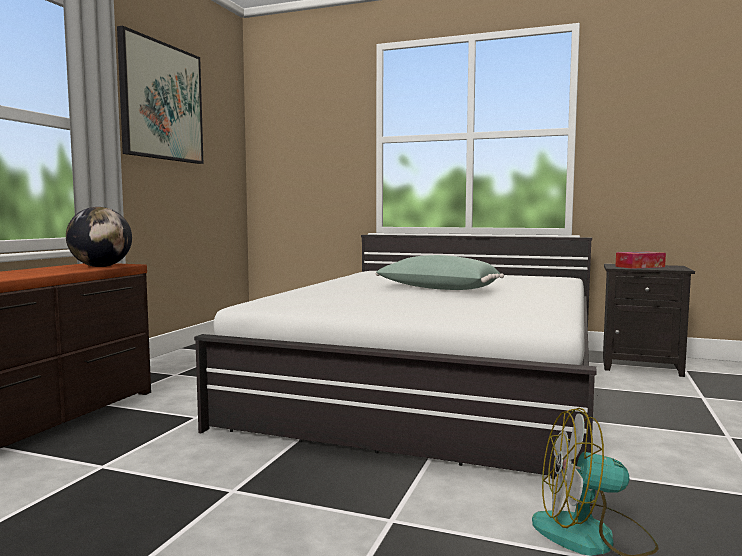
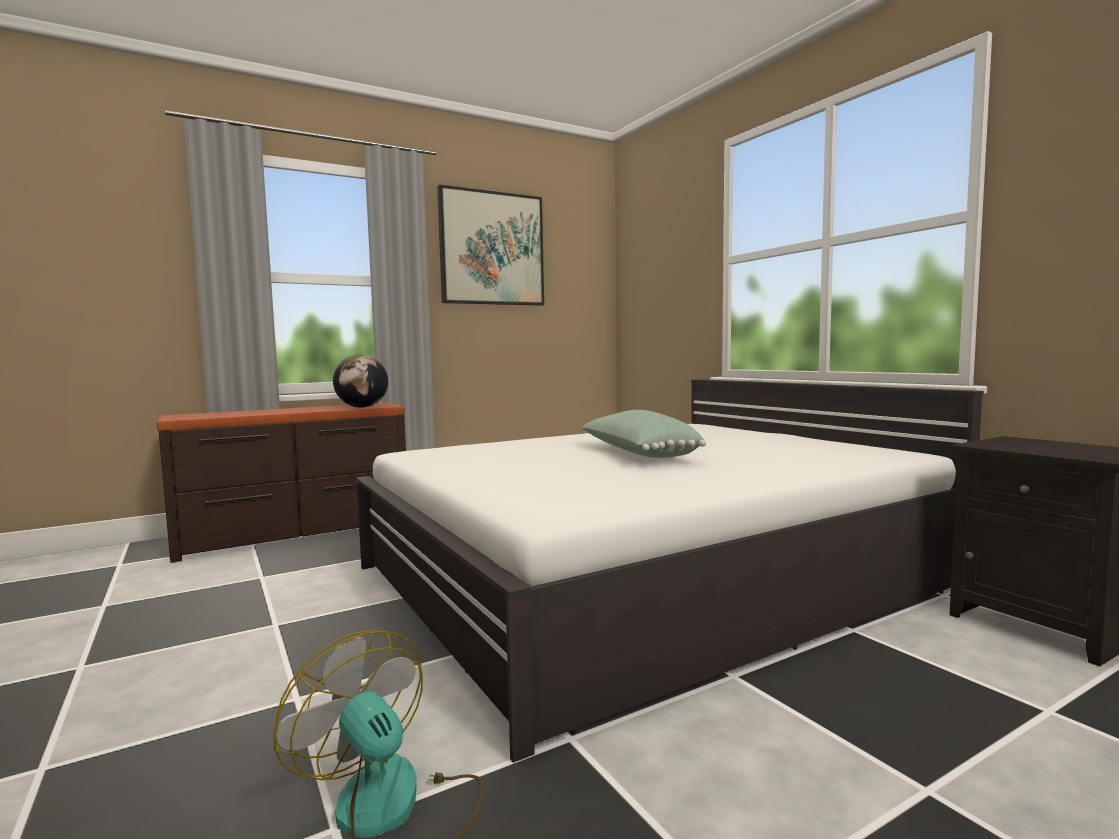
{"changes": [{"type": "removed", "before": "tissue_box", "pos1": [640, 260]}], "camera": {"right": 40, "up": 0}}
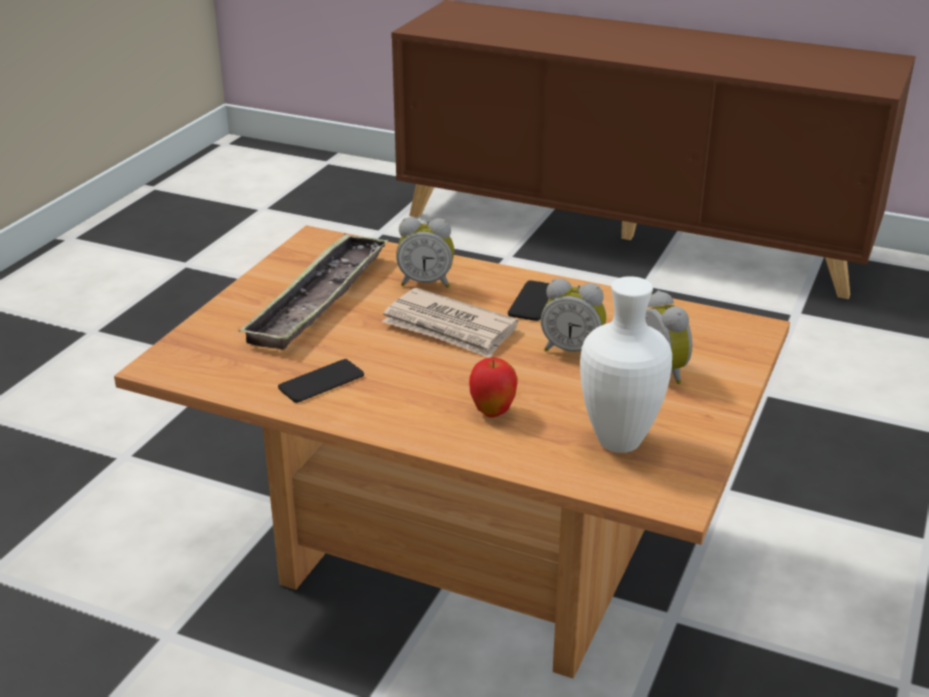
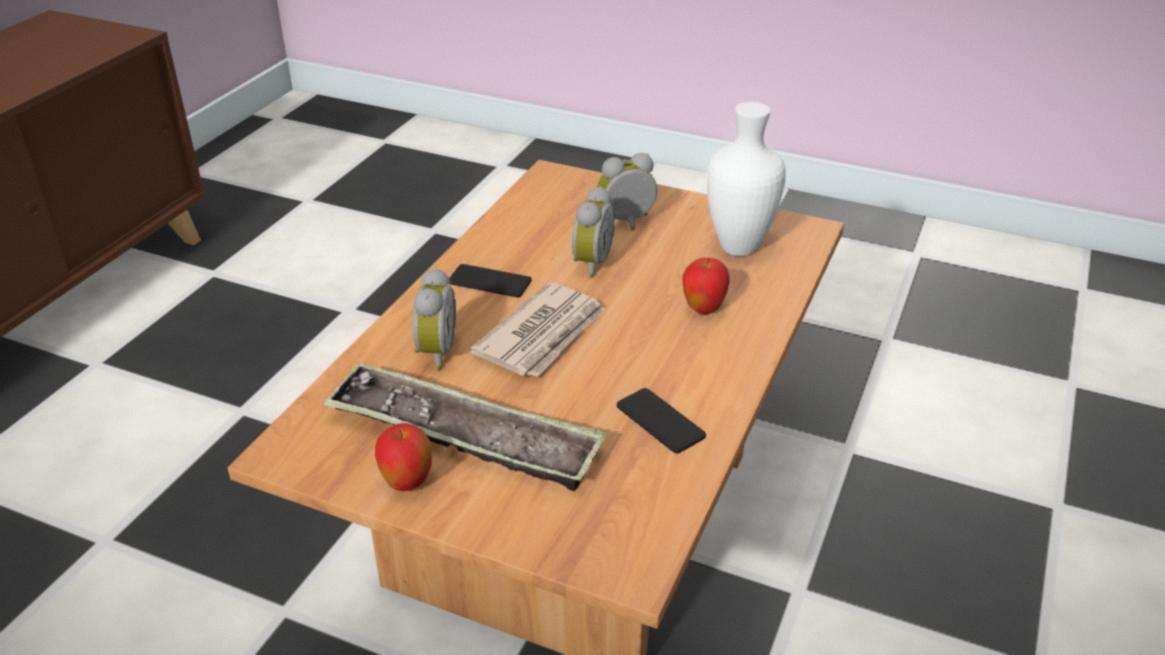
{"changes": [{"type": "added", "after": "apple", "pos2": [403, 457]}], "camera": {"right": -90, "up": 5}}
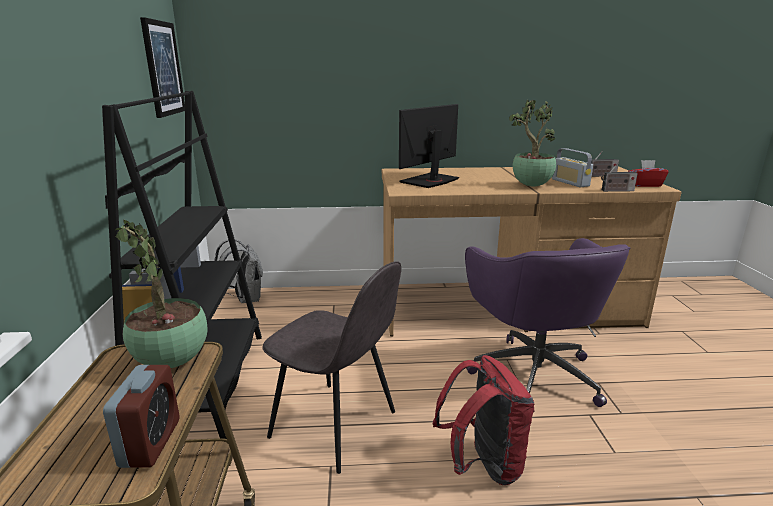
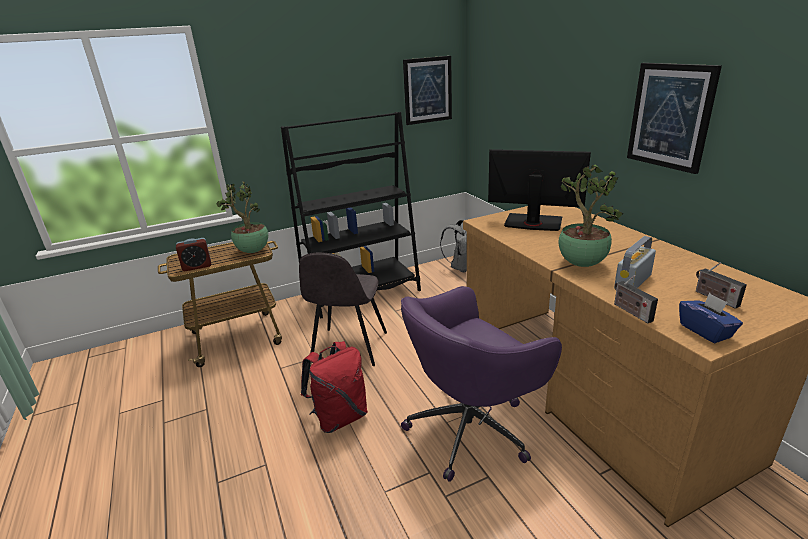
{"changes": [{"type": "added", "after": "picture", "pos2": [674, 118]}, {"type": "recoloured", "before": "red_tissue_box", "after": "blue_tissue_box", "pos1": [648, 173], "pos2": [711, 318]}], "camera": {"right": 70, "up": 5}}
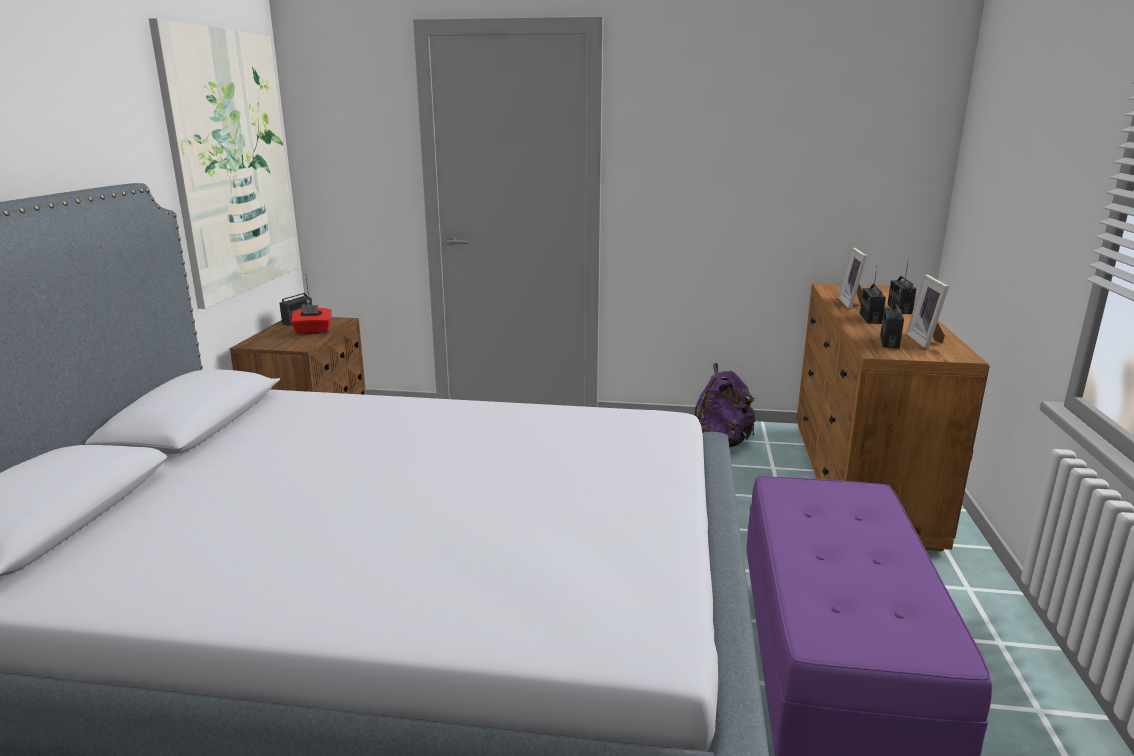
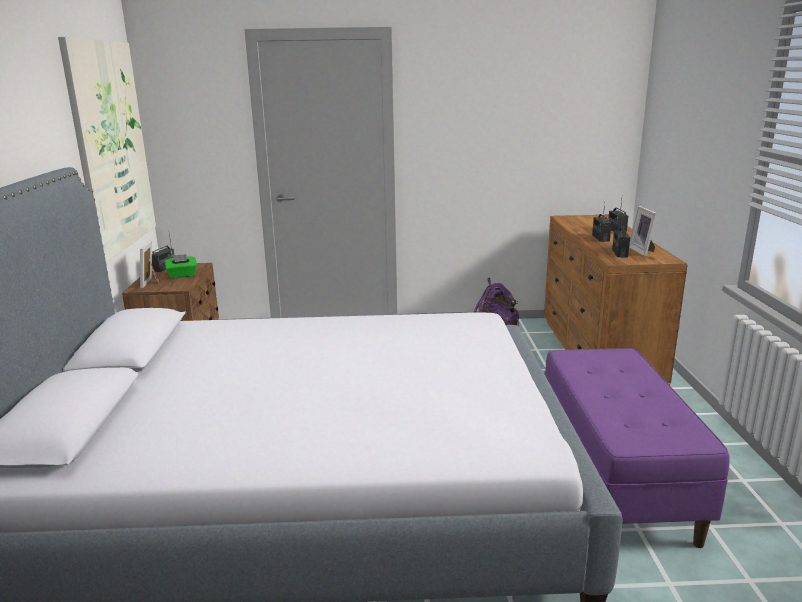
{"changes": [{"type": "moved", "before": "picture_frame", "pos1": [852, 278], "pos2": [149, 264]}, {"type": "recoloured", "before": "red_tissue_box", "after": "green_tissue_box", "pos1": [311, 320], "pos2": [181, 266]}], "camera": {"right": -10, "up": 0}}
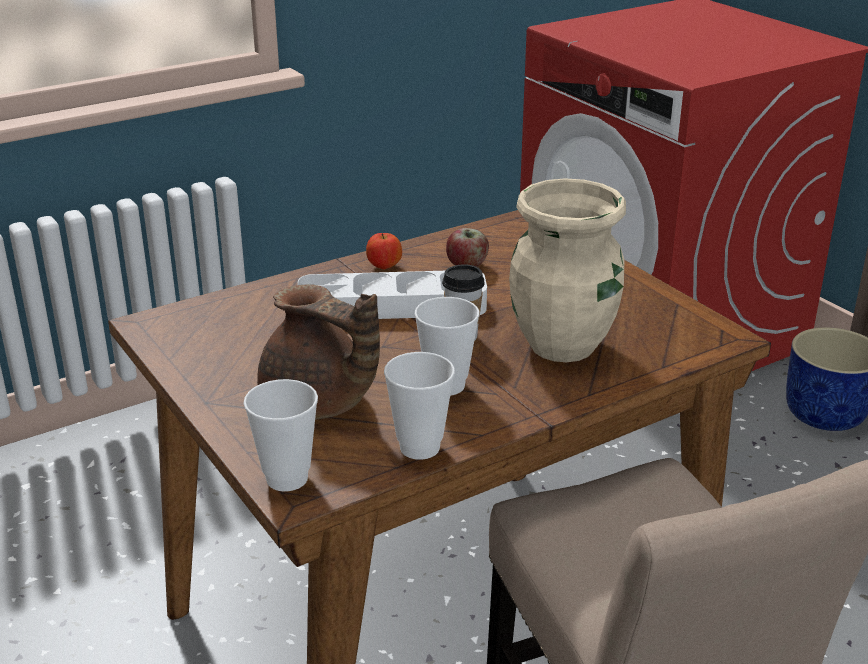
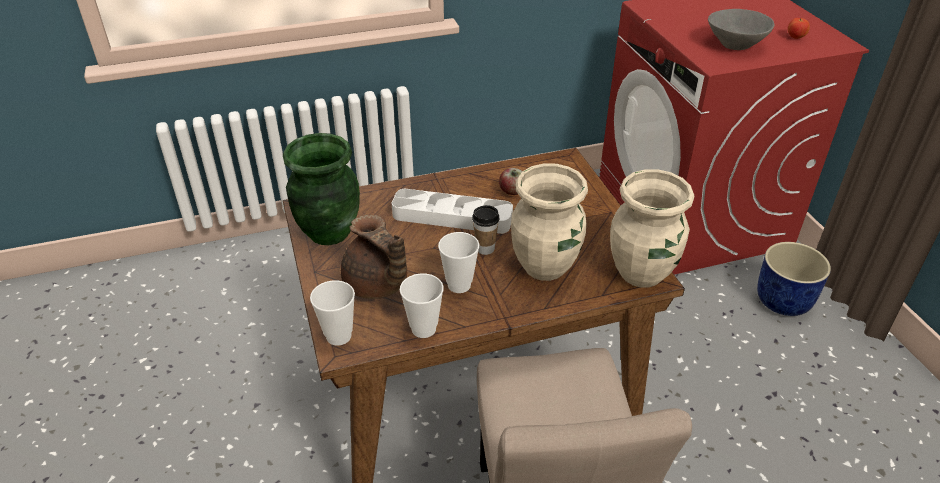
{"changes": [{"type": "added", "after": "green_vase", "pos2": [321, 189]}, {"type": "added", "after": "beige_vase", "pos2": [652, 228]}, {"type": "added", "after": "grey_bowl", "pos2": [741, 29]}, {"type": "moved", "before": "apple", "pos1": [384, 251], "pos2": [799, 28]}], "camera": {"right": 15, "up": 10}}
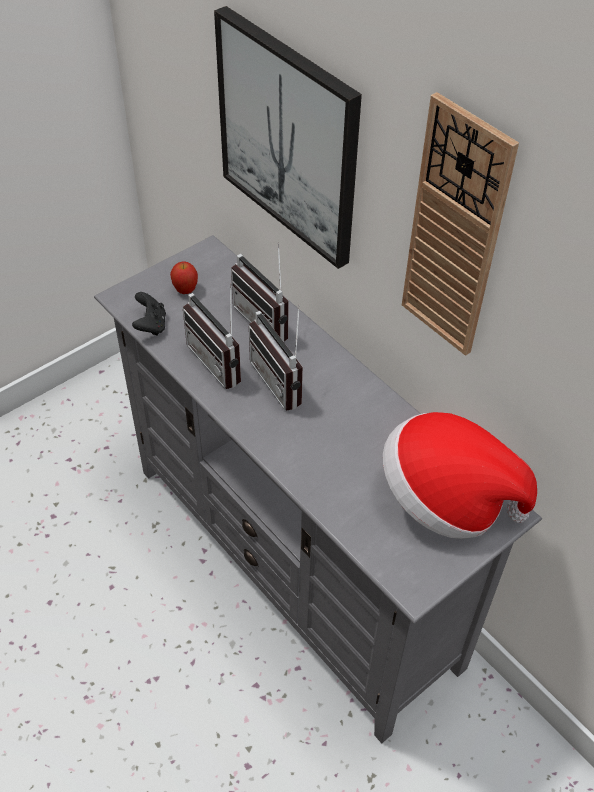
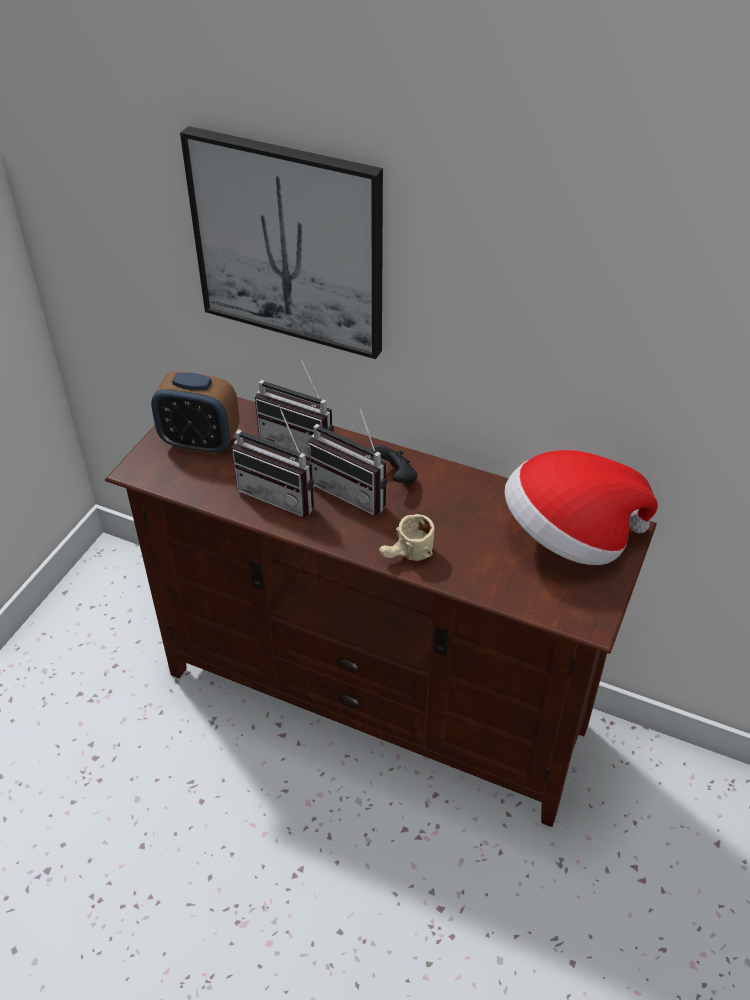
{"changes": [{"type": "recoloured", "before": "grey_tv_stand", "after": "brown_tv_stand", "pos1": [318, 489], "pos2": [381, 612]}, {"type": "replaced", "before": "apple", "after": "alarm_clock", "pos1": [184, 278], "pos2": [195, 413]}, {"type": "moved", "before": "black_game_controller", "pos1": [149, 314], "pos2": [395, 464]}, {"type": "added", "after": "beige_mug", "pos2": [407, 537]}, {"type": "removed", "before": "wall_clock", "pos1": [460, 224]}], "camera": {"right": -25, "up": -5}}
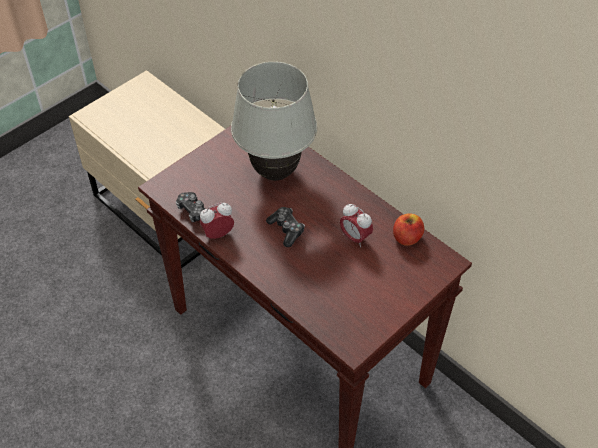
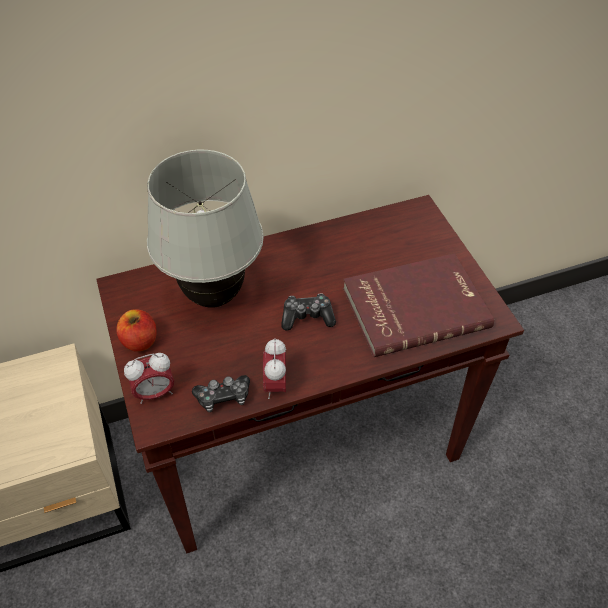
{"changes": [{"type": "moved", "before": "apple", "pos1": [408, 229], "pos2": [136, 330]}, {"type": "moved", "before": "alarm_clock", "pos1": [356, 225], "pos2": [149, 378]}, {"type": "added", "after": "red_book", "pos2": [418, 305]}], "camera": {"right": -65, "up": 0}}
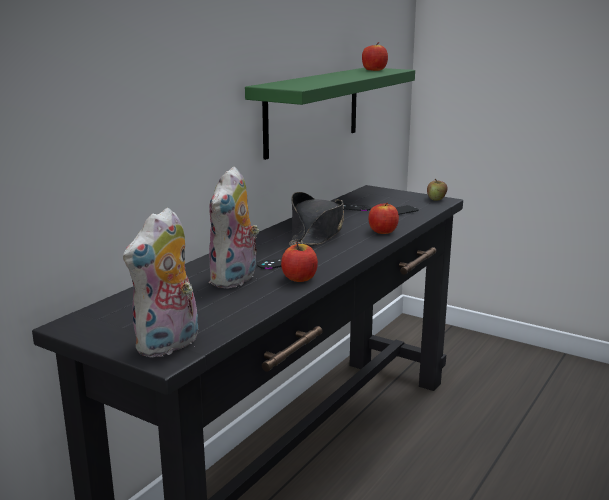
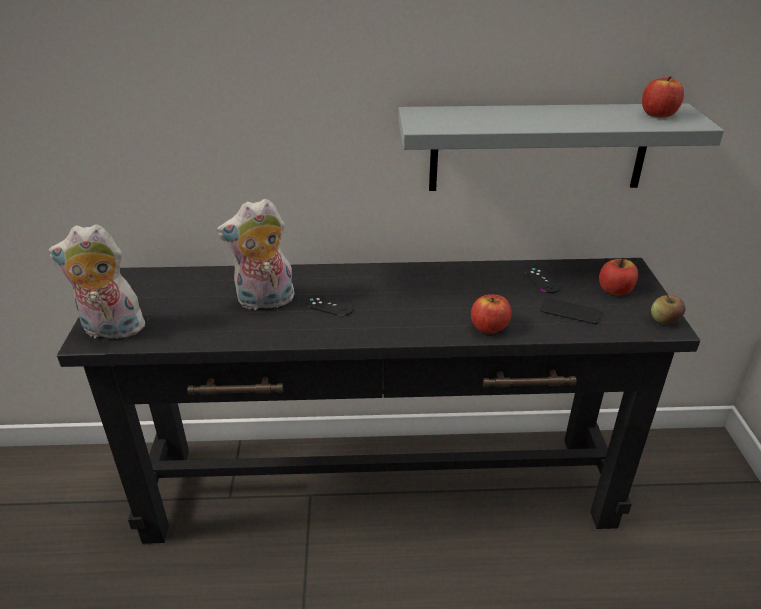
{"changes": [{"type": "recoloured", "before": "green_shelf", "after": "grey_shelf", "pos1": [330, 114], "pos2": [561, 147]}, {"type": "moved", "before": "apple", "pos1": [299, 262], "pos2": [618, 276]}, {"type": "removed", "before": "black_hat", "pos1": [316, 219]}], "camera": {"right": 55, "up": 15}}
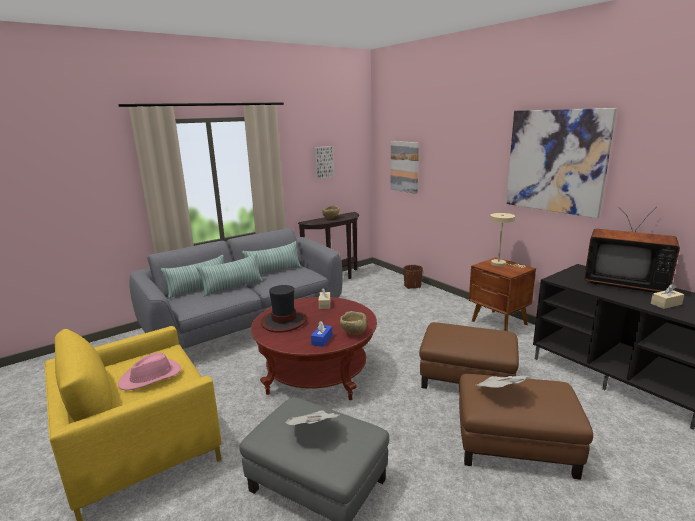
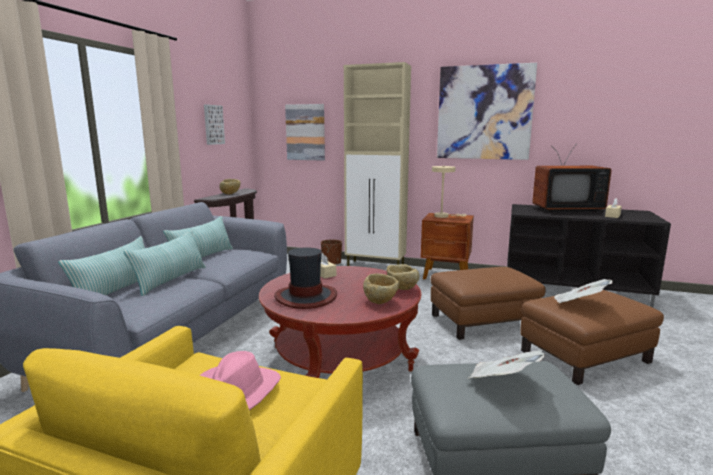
{"changes": [{"type": "added", "after": "beige_cabinet", "pos2": [377, 164]}, {"type": "replaced", "before": "blue_tissue_box", "after": "beige_bowl", "pos1": [321, 334], "pos2": [381, 289]}], "camera": {"right": -35, "up": -5}}
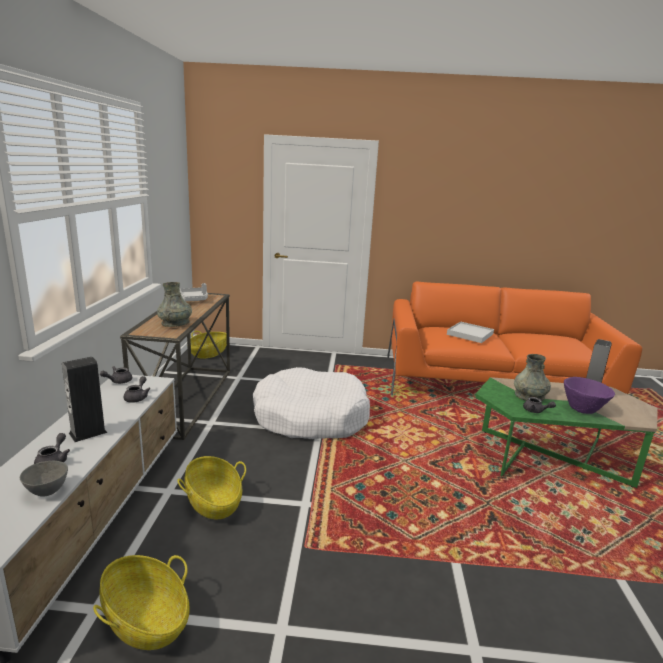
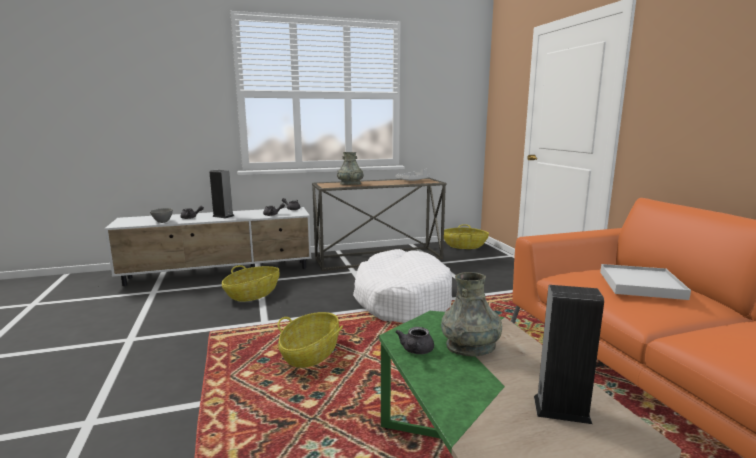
{"changes": [{"type": "moved", "before": "basket", "pos1": [141, 602], "pos2": [310, 340]}, {"type": "removed", "before": "purple_bowl", "pos1": [589, 395]}], "camera": {"right": 70, "up": -5}}
